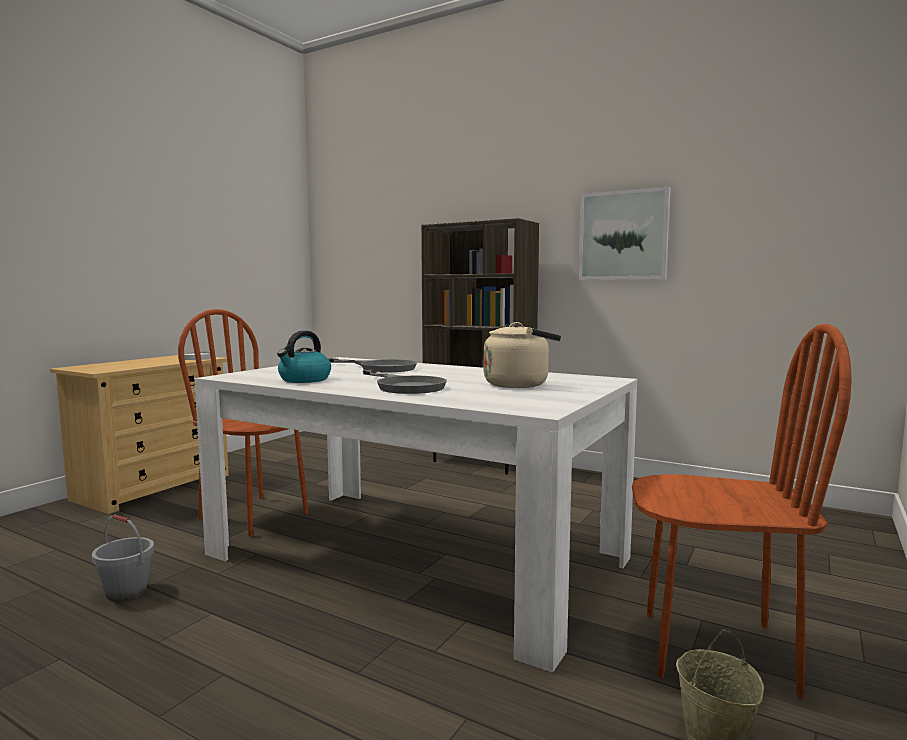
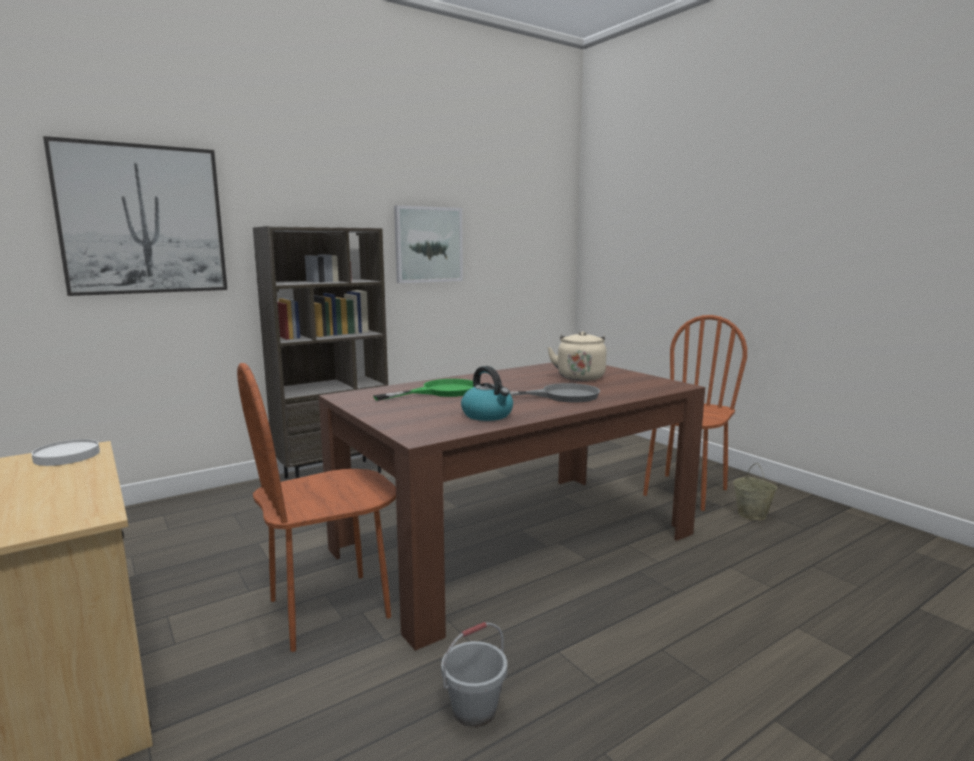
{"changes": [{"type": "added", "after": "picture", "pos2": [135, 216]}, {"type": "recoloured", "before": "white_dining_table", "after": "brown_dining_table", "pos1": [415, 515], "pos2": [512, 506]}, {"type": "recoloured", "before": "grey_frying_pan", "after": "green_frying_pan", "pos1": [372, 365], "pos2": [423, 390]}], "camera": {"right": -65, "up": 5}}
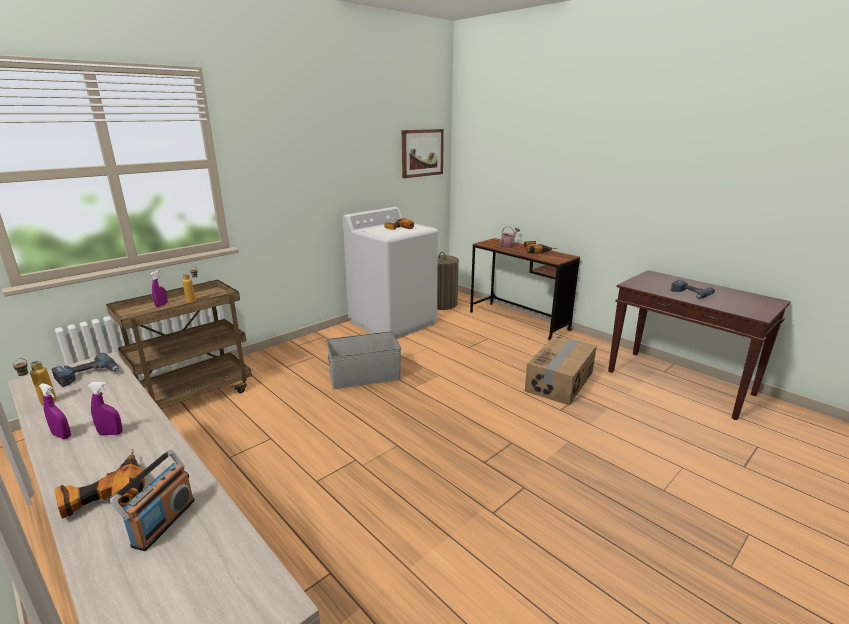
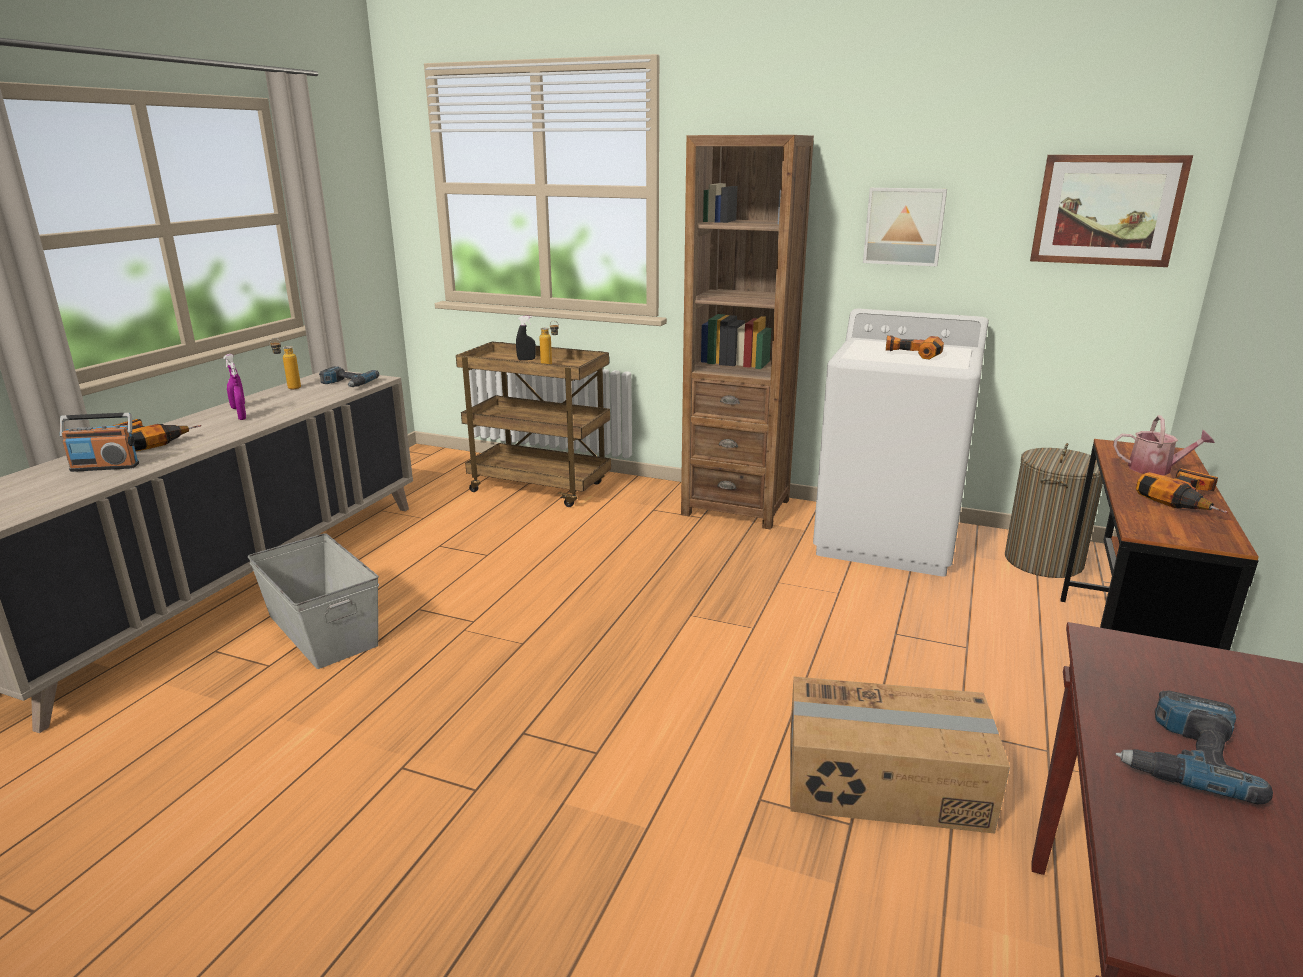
{"changes": [{"type": "moved", "before": "grey_storage_box", "pos1": [364, 360], "pos2": [313, 601]}, {"type": "recoloured", "before": "purple_spray_bottle", "after": "black_spray_bottle", "pos1": [159, 288], "pos2": [526, 338]}, {"type": "added", "after": "brown_bookcase", "pos2": [747, 332]}, {"type": "added", "after": "picture", "pos2": [905, 227]}], "camera": {"right": 65, "up": 0}}
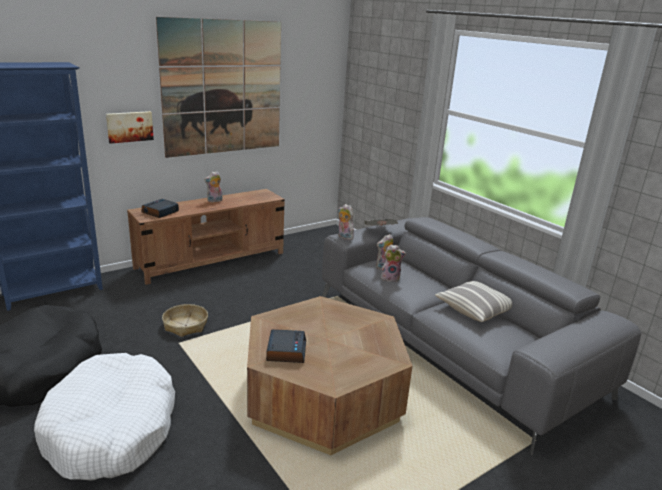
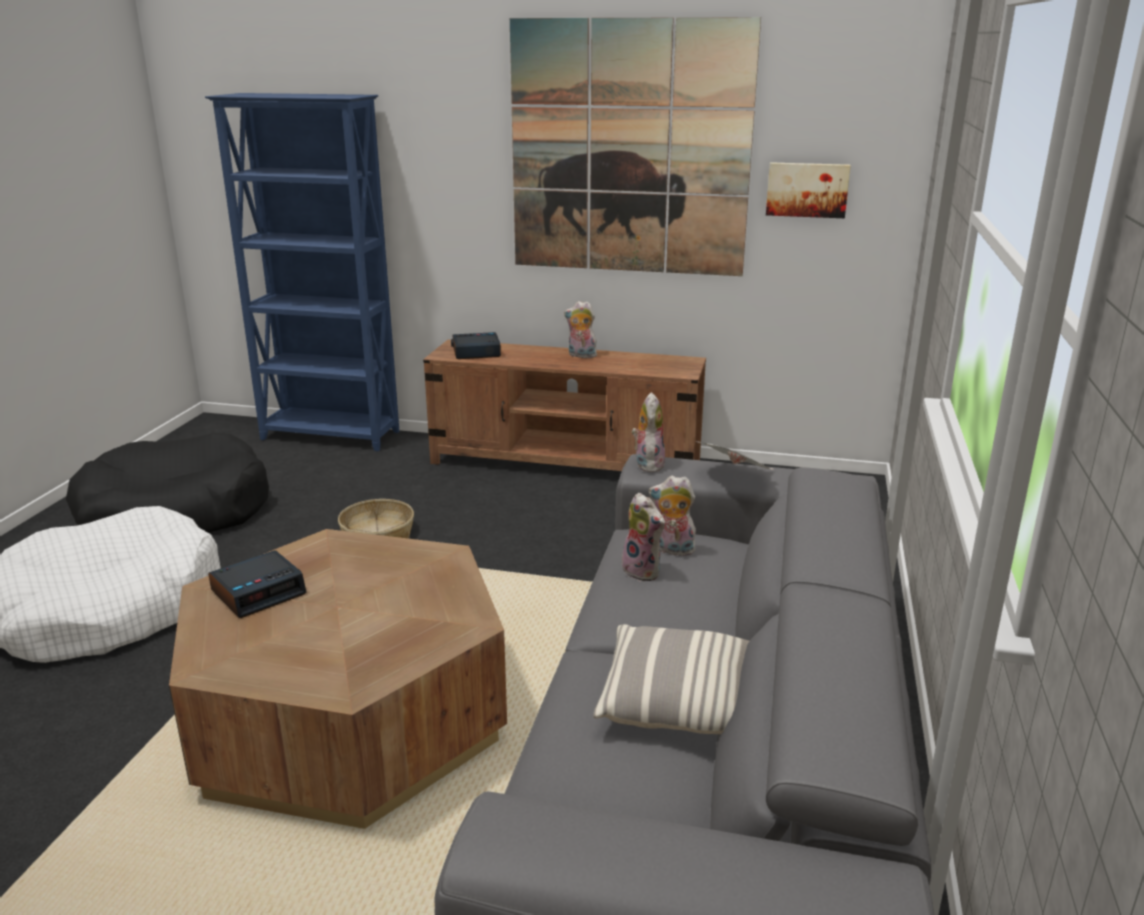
{"changes": [{"type": "moved", "before": "picture", "pos1": [130, 127], "pos2": [808, 190]}], "camera": {"right": 50, "up": 0}}
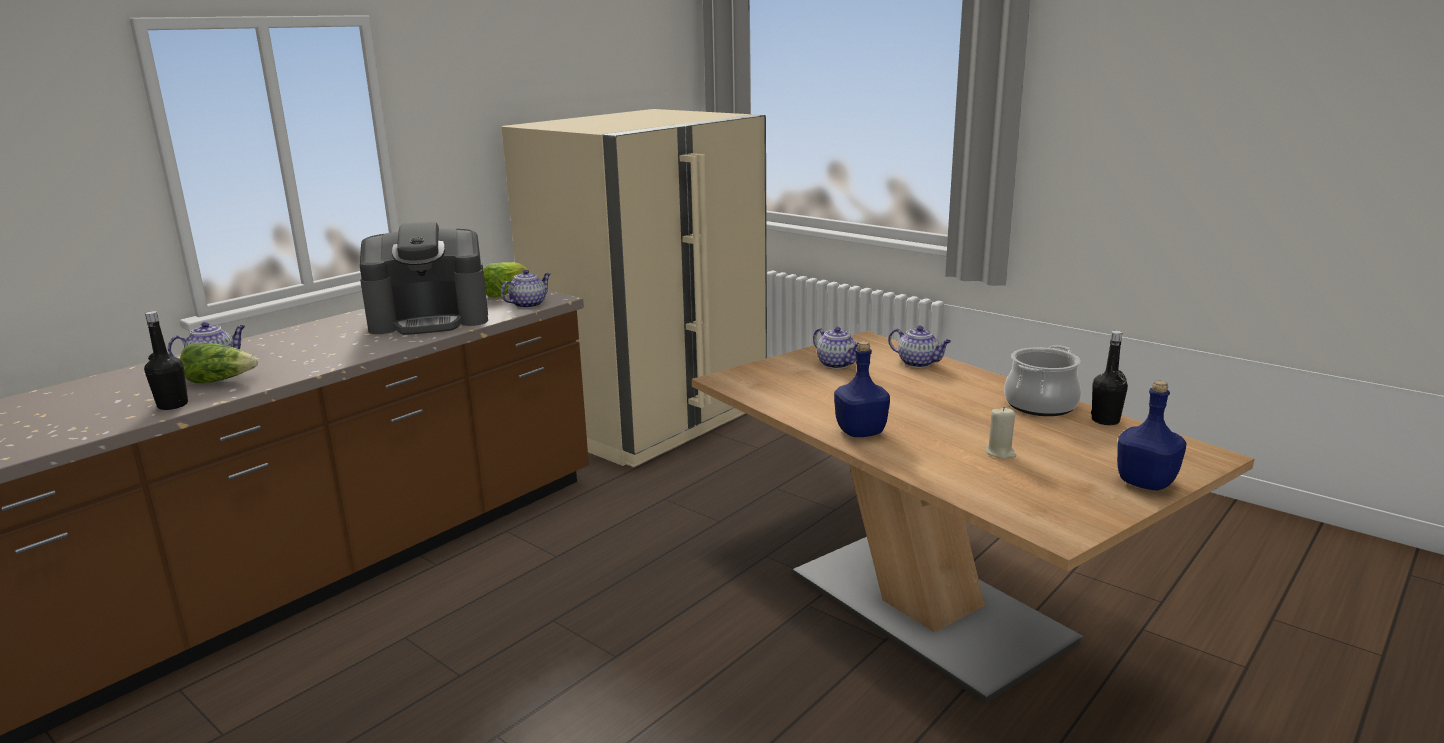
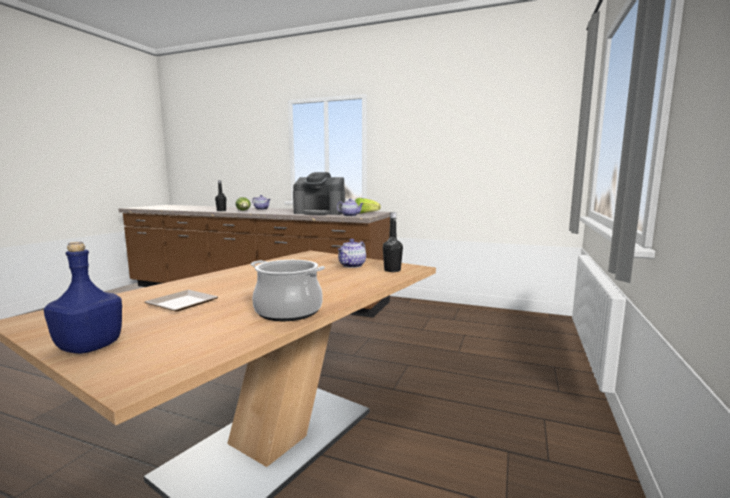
{"changes": [{"type": "replaced", "before": "beige_candle", "after": "plate", "pos1": [1001, 433], "pos2": [181, 300]}, {"type": "turned", "before": "coffee_machine", "pos1": [424, 278], "pos2": [319, 193], "turn": -45}, {"type": "moved", "before": "black_bottle", "pos1": [1109, 378], "pos2": [393, 242]}, {"type": "removed", "before": "beige_fridge", "pos1": [634, 288]}, {"type": "removed", "before": "blue_bottle", "pos1": [862, 389]}, {"type": "removed", "before": "teapot", "pos1": [919, 347]}], "camera": {"right": 70, "up": -10}}
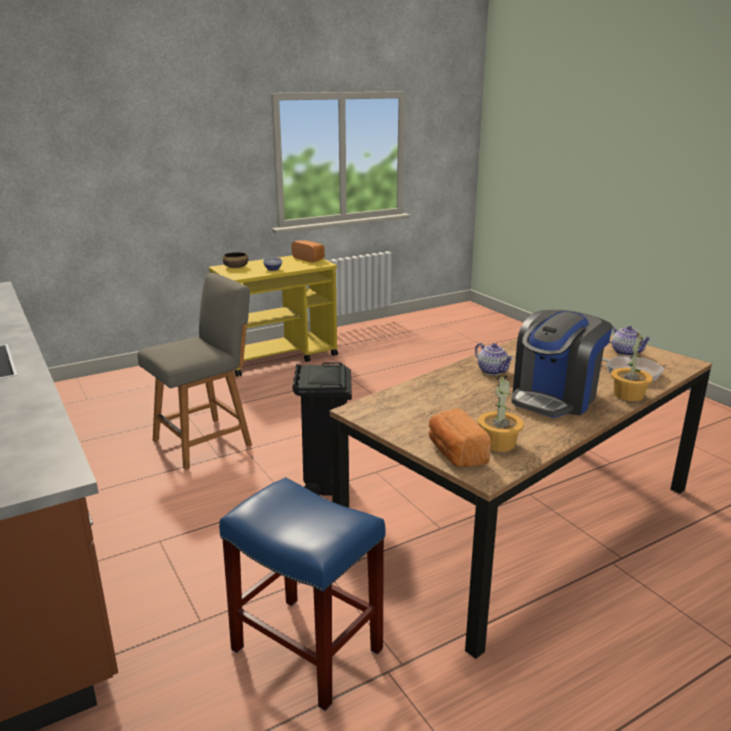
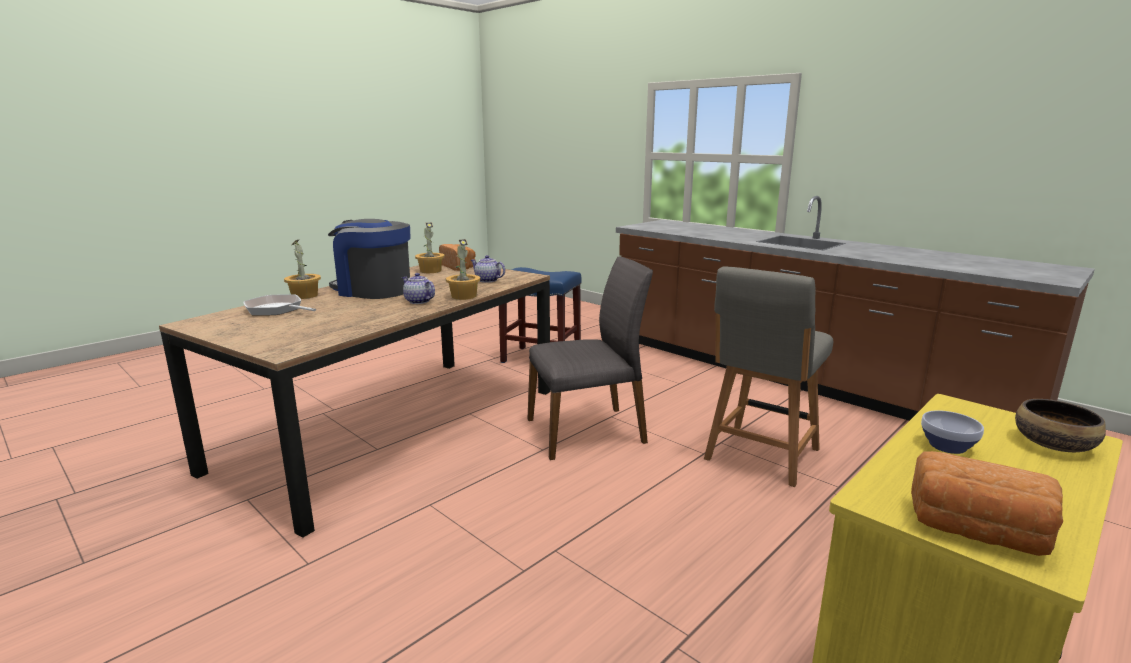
{"changes": [{"type": "turned", "before": "coffee_machine", "pos1": [562, 364], "pos2": [369, 259], "turn": -90}, {"type": "added", "after": "potted_plant", "pos2": [463, 269]}, {"type": "moved", "before": "teapot", "pos1": [630, 341], "pos2": [488, 269]}, {"type": "replaced", "before": "black_trash_can", "after": "grey_chair", "pos1": [322, 429], "pos2": [590, 358]}], "camera": {"right": 165, "up": -5}}
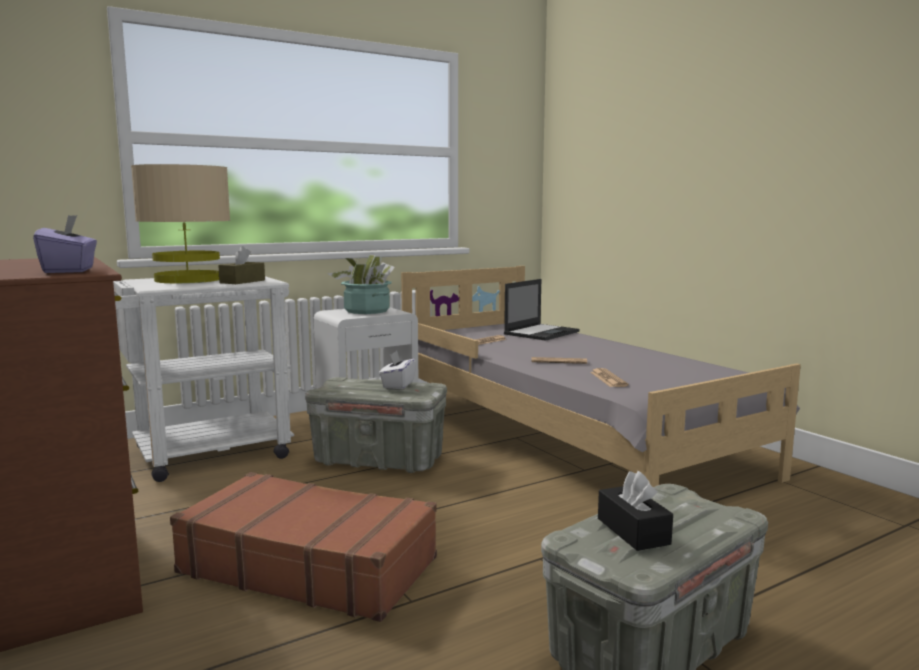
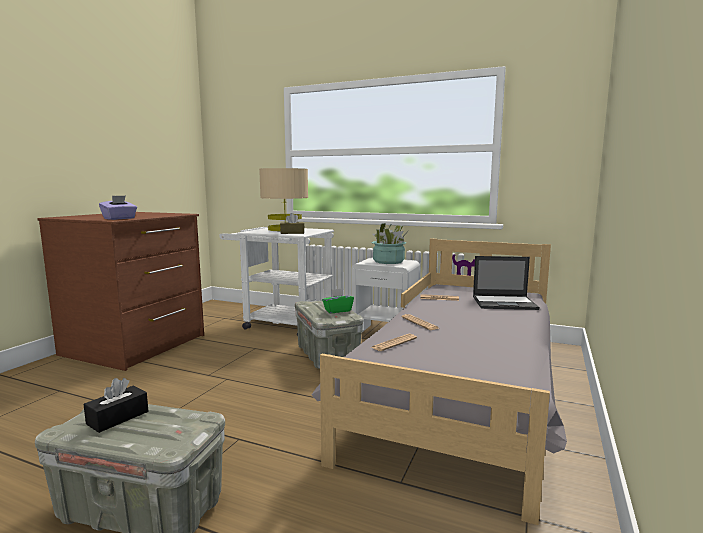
{"changes": [{"type": "recoloured", "before": "white_tissue_box", "after": "green_tissue_box", "pos1": [397, 370], "pos2": [338, 300]}, {"type": "removed", "before": "brown_suitcase", "pos1": [303, 547]}], "camera": {"right": 55, "up": 0}}
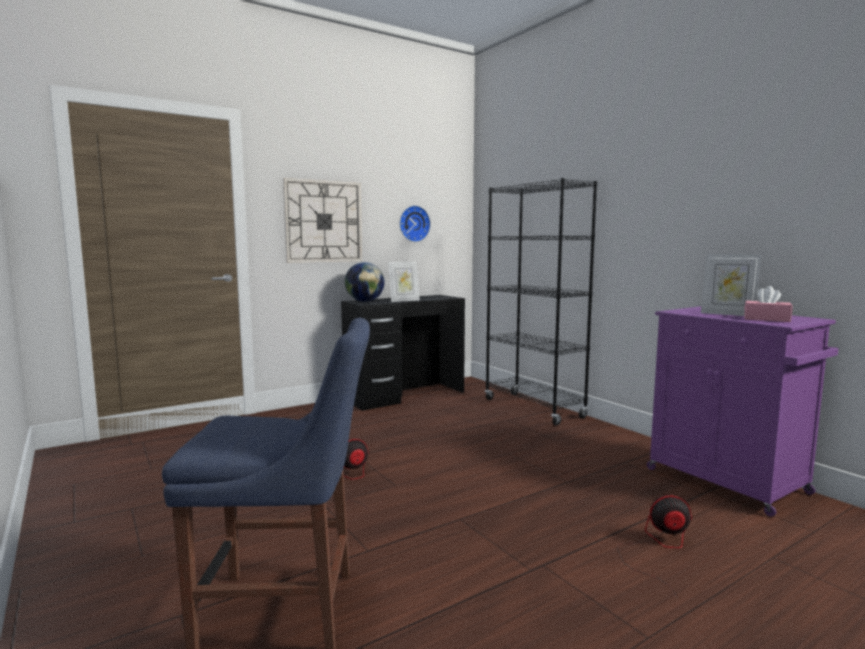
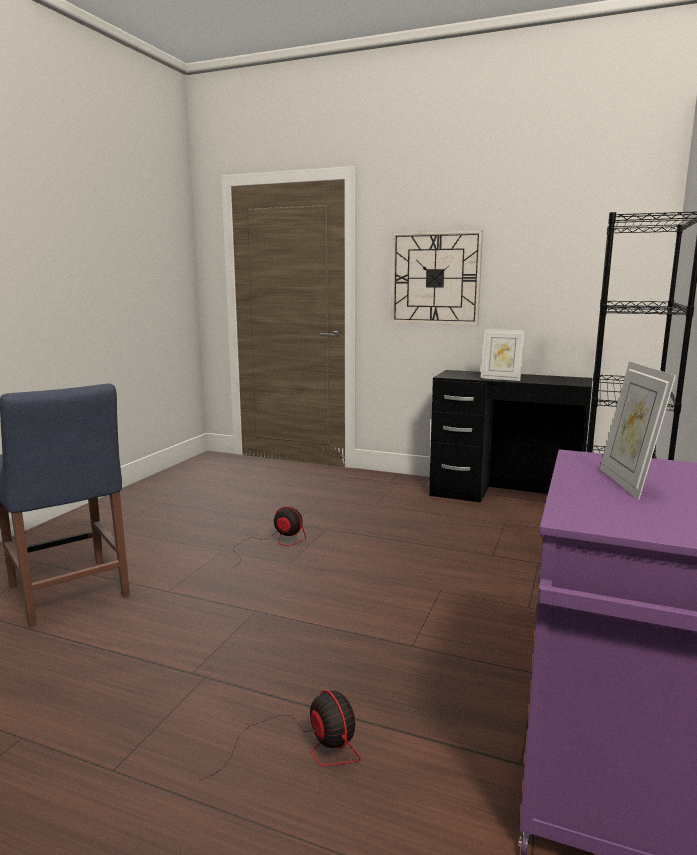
{"changes": [{"type": "removed", "before": "globe", "pos1": [365, 282]}, {"type": "removed", "before": "wall_clock", "pos1": [415, 223]}, {"type": "removed", "before": "pink_tissue_box", "pos1": [768, 304]}], "camera": {"right": 55, "up": 5}}
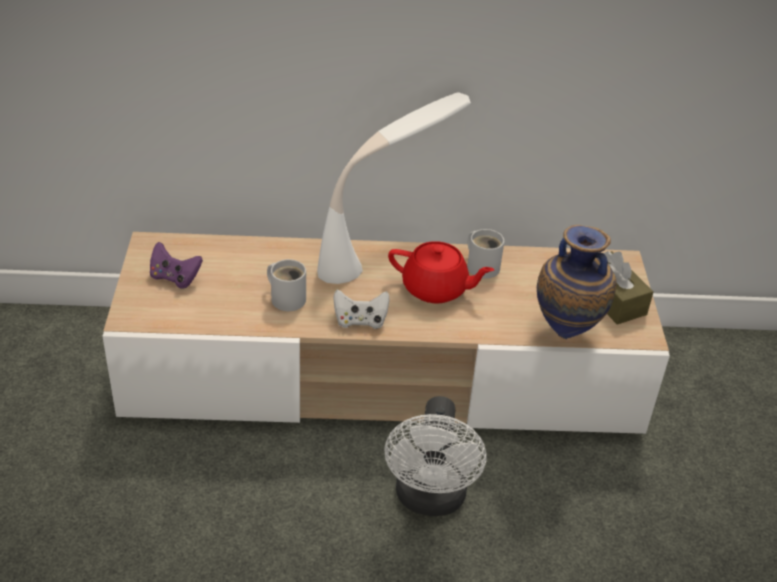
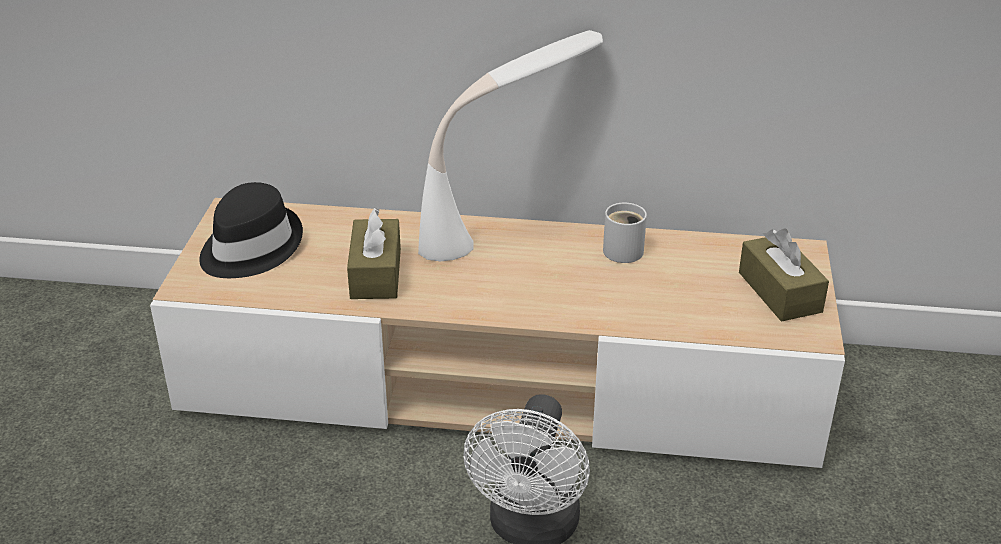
{"changes": [{"type": "replaced", "before": "purple_game_controller", "after": "black_hat", "pos1": [176, 265], "pos2": [251, 230]}, {"type": "replaced", "before": "white_mug", "after": "brown_tissue_box", "pos1": [286, 285], "pos2": [374, 253]}, {"type": "removed", "before": "white_game_controller", "pos1": [361, 309]}, {"type": "removed", "before": "red_teapot", "pos1": [441, 272]}, {"type": "removed", "before": "vase", "pos1": [577, 282]}], "camera": {"right": 10, "up": -5}}
